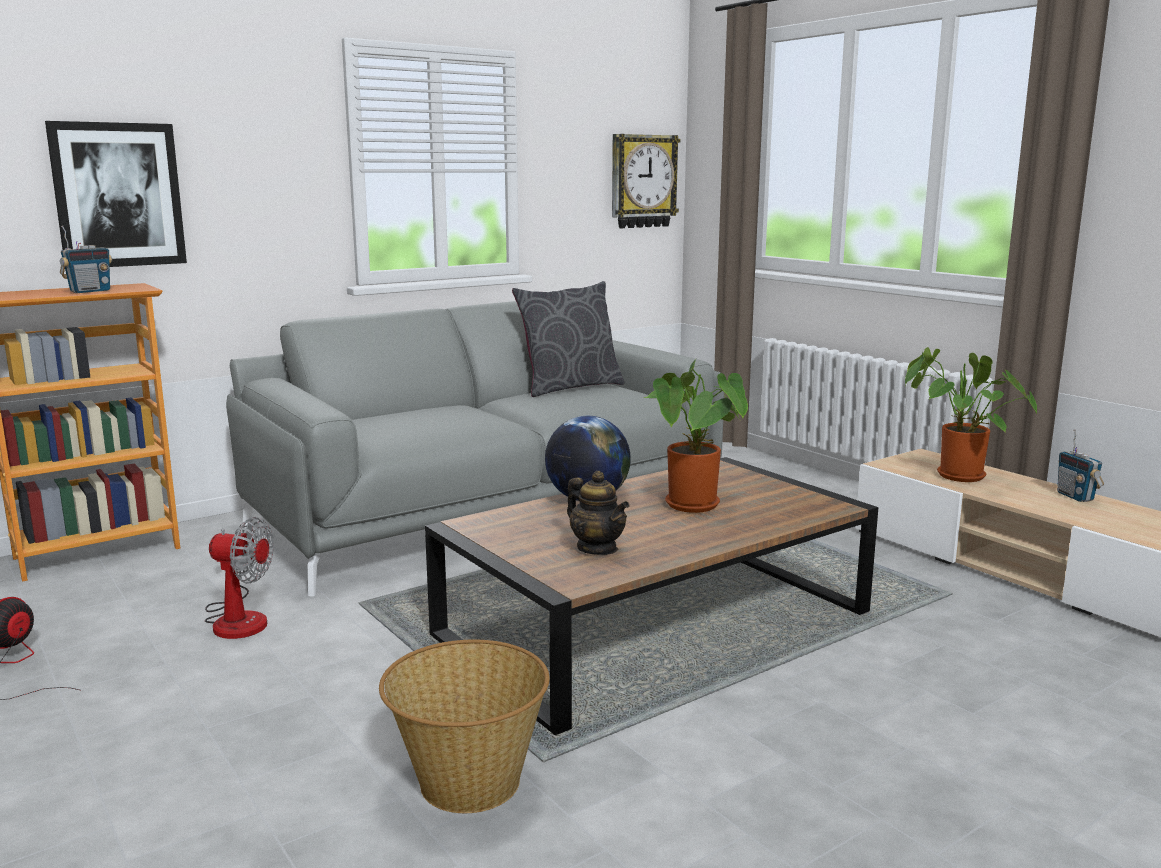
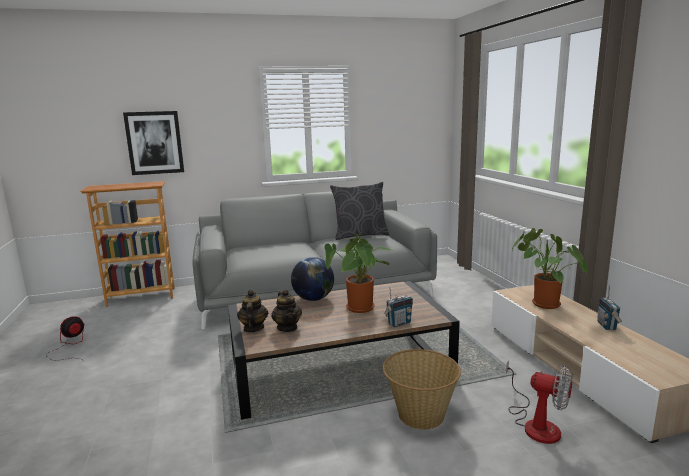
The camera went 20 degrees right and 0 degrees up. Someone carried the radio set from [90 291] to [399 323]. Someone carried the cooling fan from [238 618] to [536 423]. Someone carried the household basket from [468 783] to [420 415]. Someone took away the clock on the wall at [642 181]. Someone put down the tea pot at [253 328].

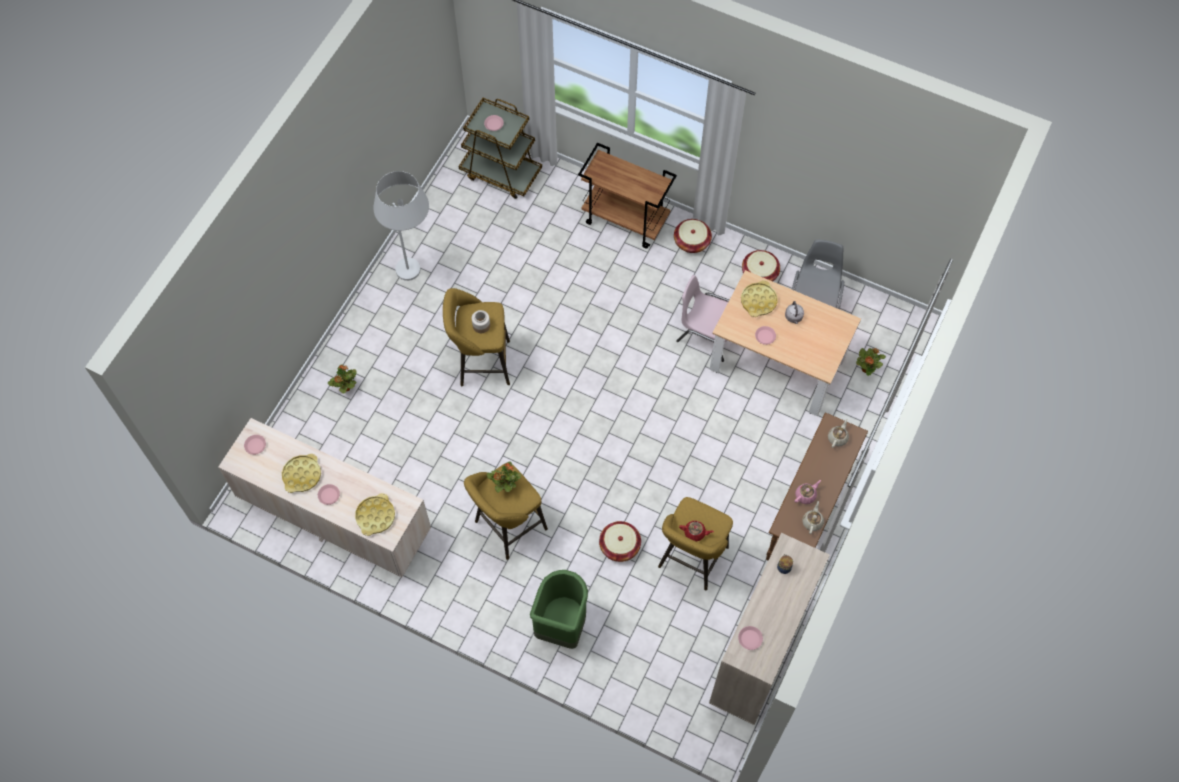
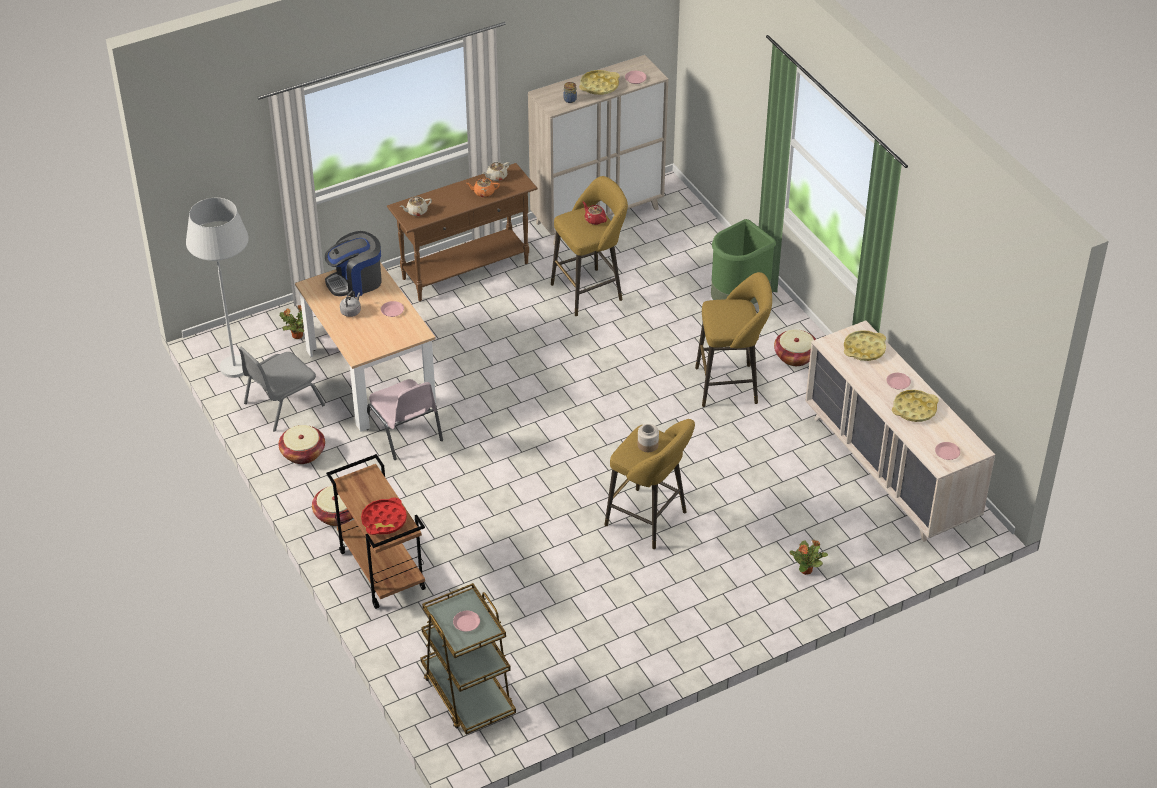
The camera went 145 degrees left and 20 degrees down. Someone carried the standing lamp (white-coloured) from [416 279] to [235 356]. Someone took away the plant in a pot at [505 485]. Someone carried the household basket from [619 545] to [795 356]. Someone carried the tray (yellow-coloured) from [758 301] to [599 86]. Someone repainted the tea pot (pink) at [806 495], which became the tea pot (orange) at [483 192]. Someone put down the coffee machine at [356 282]. Someone put down the tray (reddish) at [384 520].

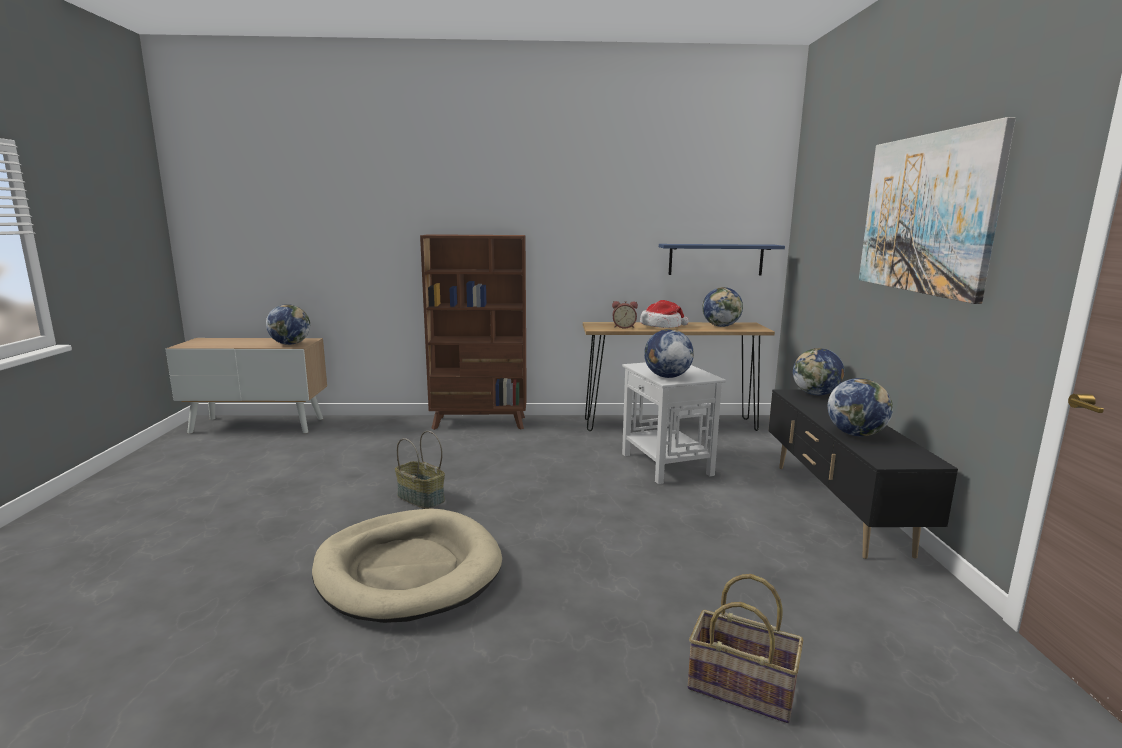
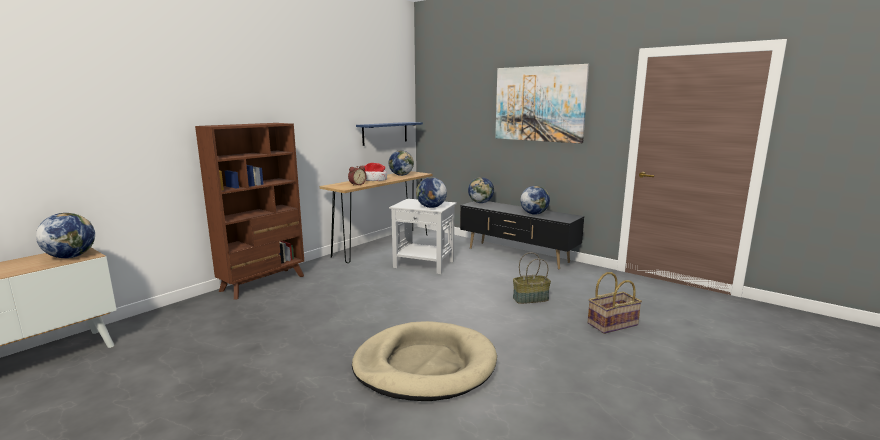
The camera went 50 degrees left and 0 degrees up. Someone carried the household basket from [420 499] to [530 299].

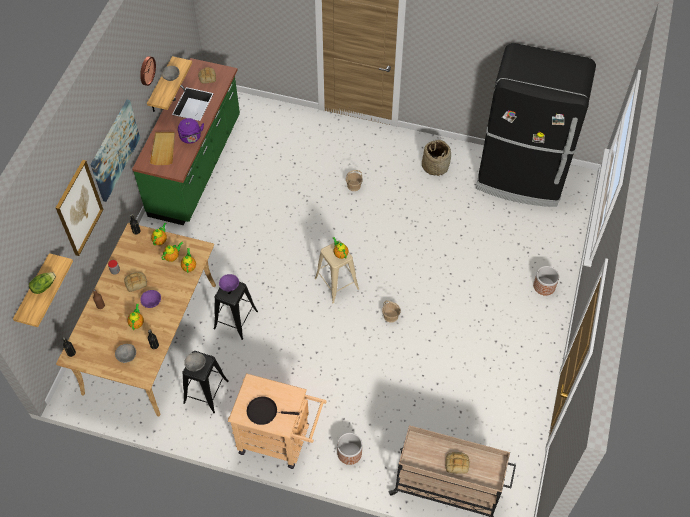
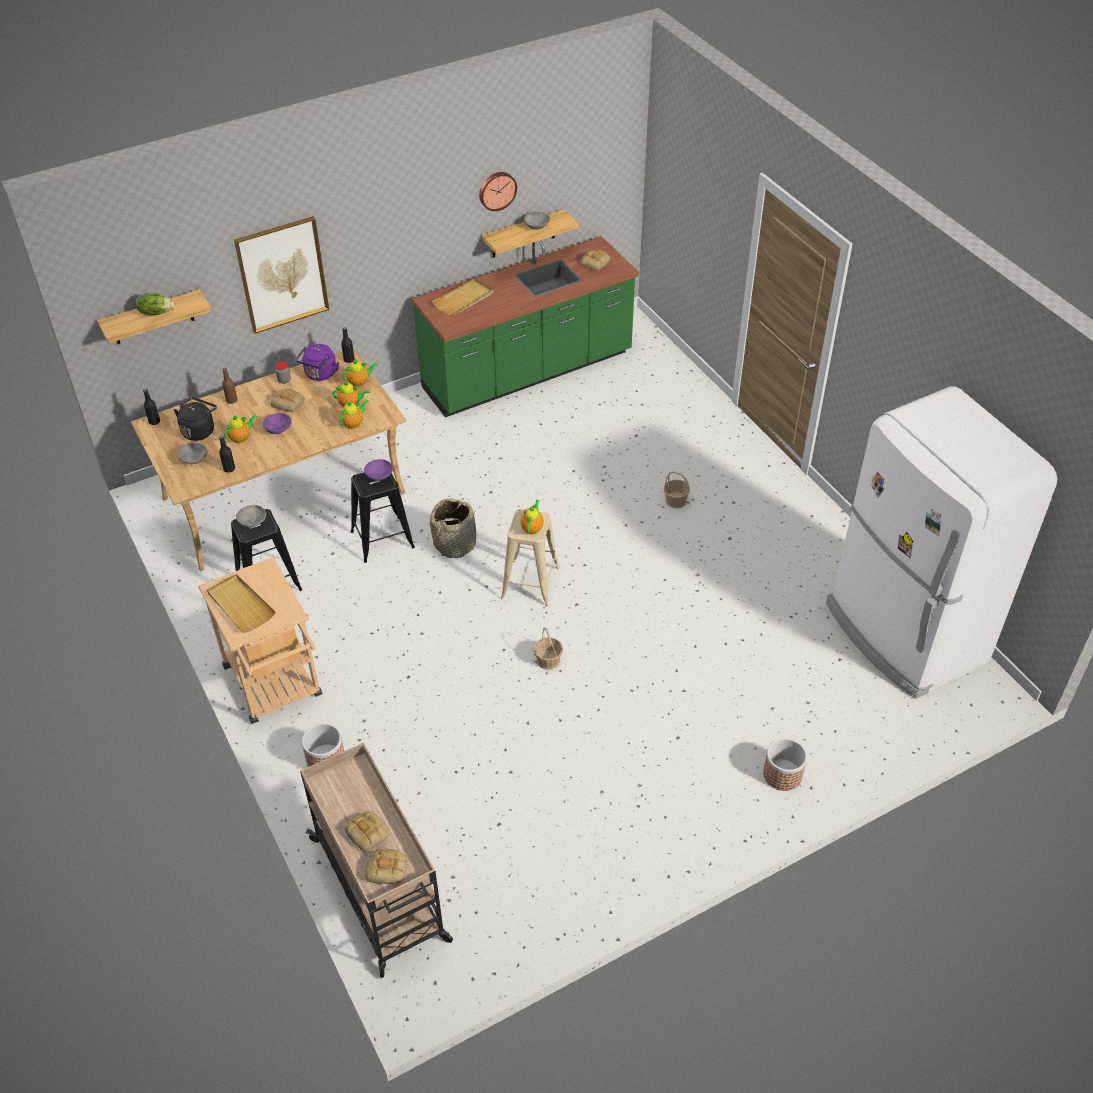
The camera went 45 degrees right and 10 degrees down. Someone took away the picture at [114 150]. Someone carried the water kettle (purple-coloured) from [191 138] to [320 375]. Someone swapped the skillet (black-coloured) at [264 412] for the tray (beige-coloured) at [240 605]. Someone carried the household basket from [435 166] to [455 543]. Someone repainted the fridge (black-coloured) at [521 178], which became the fridge (white-coloured) at [904 634]. Someone put down the water kettle (black-coloured) at [199 430]. Someone put down the bakery bread at [387 868].

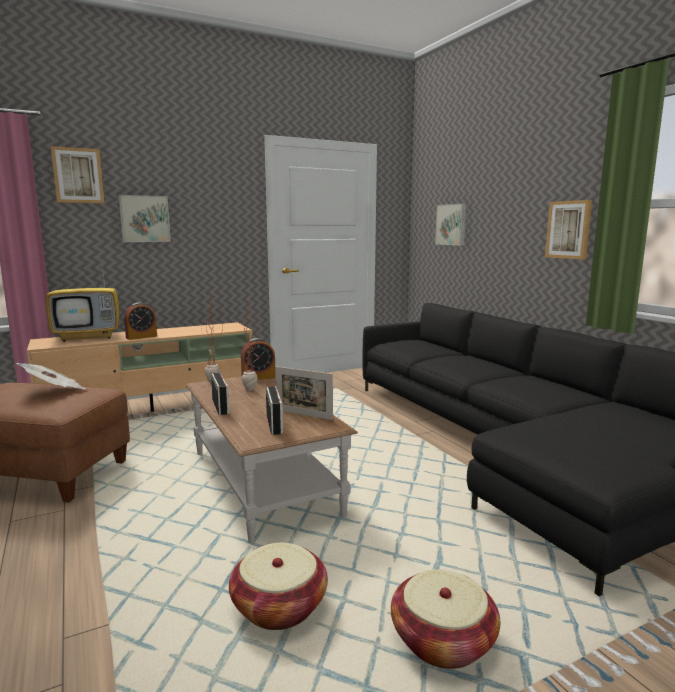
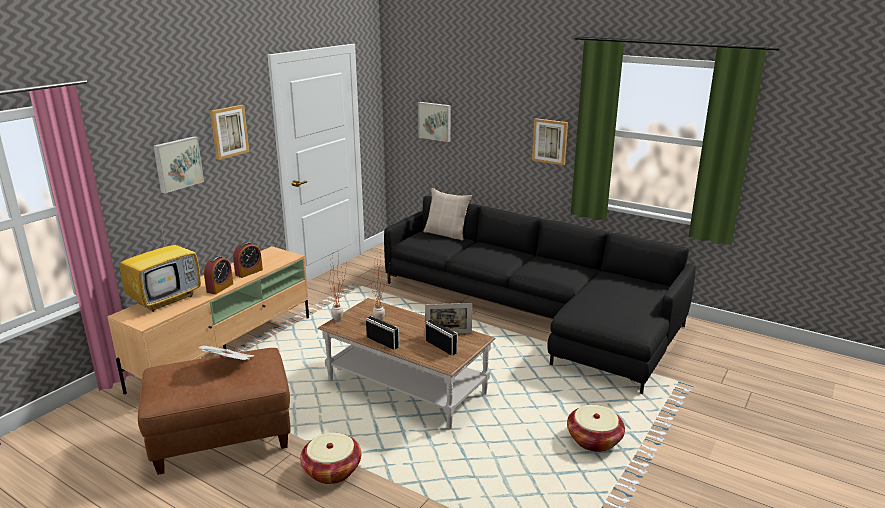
The camera went 30 degrees left and 10 degrees up. Someone carried the picture from [78 175] to [229 131]. Someone carried the household basket from [279 606] to [332 470]. Someone carried the table clock from [258 377] to [249 272]. Someone put down the throw pillow (beige-coloured) at [446 234].

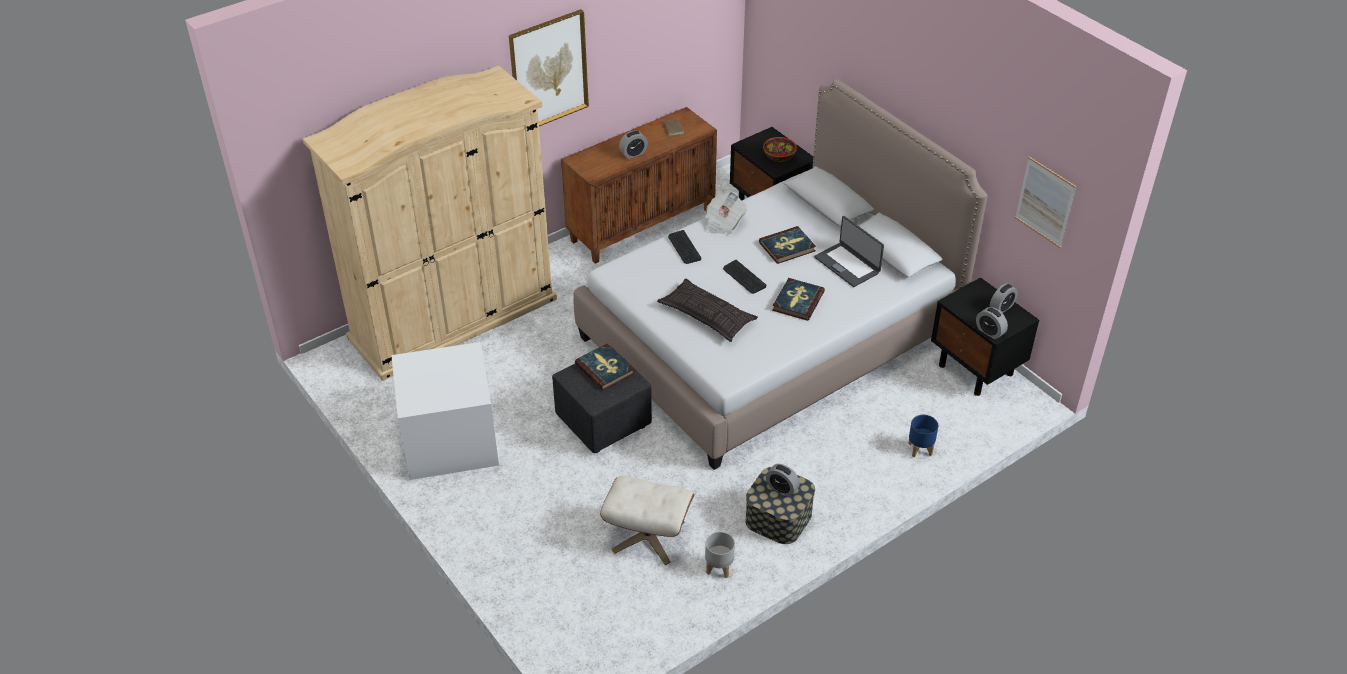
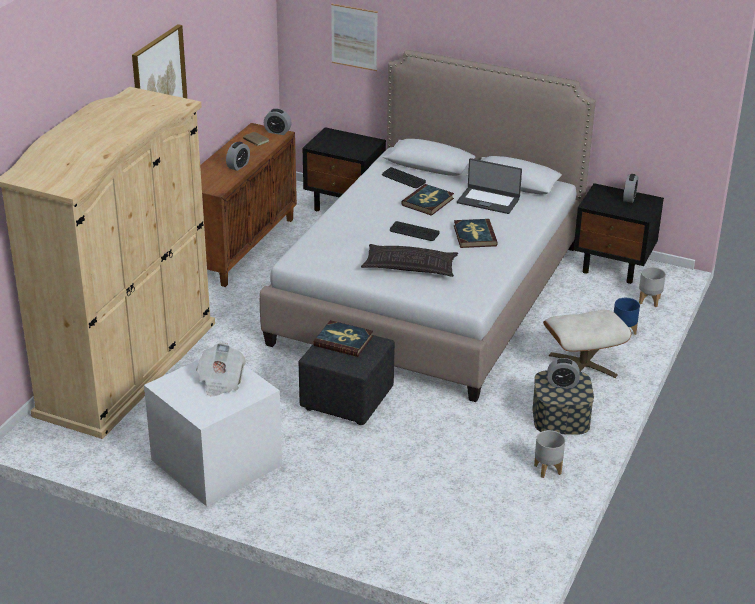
The camera went 30 degrees left and 10 degrees down. Someone carried the footrest (beige-coloured) from [648 536] to [582 365]. Someone carried the keyboard from [684 247] to [403 178]. Someone carried the daily paper from [723 223] to [220 381]. Someone took away the deep dish at [779 156]. Someone carried the table clock from [989 332] to [277 132]. Someone carried the picture from [1045 202] to [354 37]. Someone put down the plant pot (gray) at [649 300].

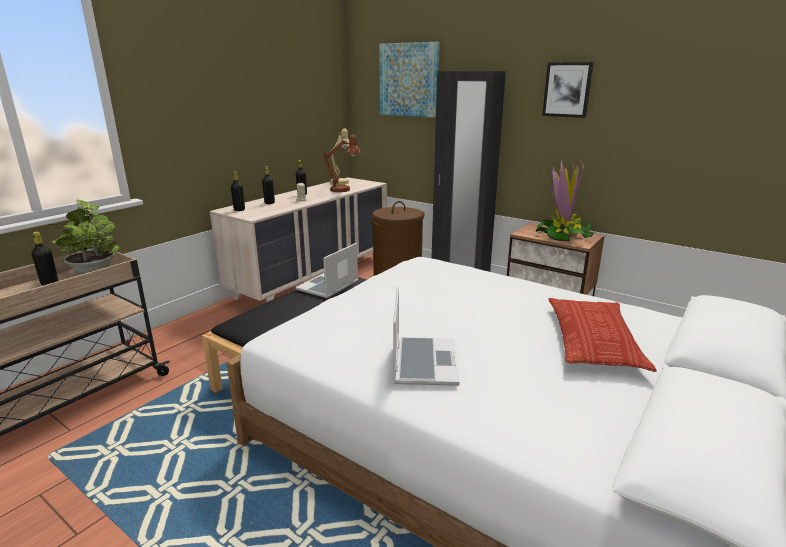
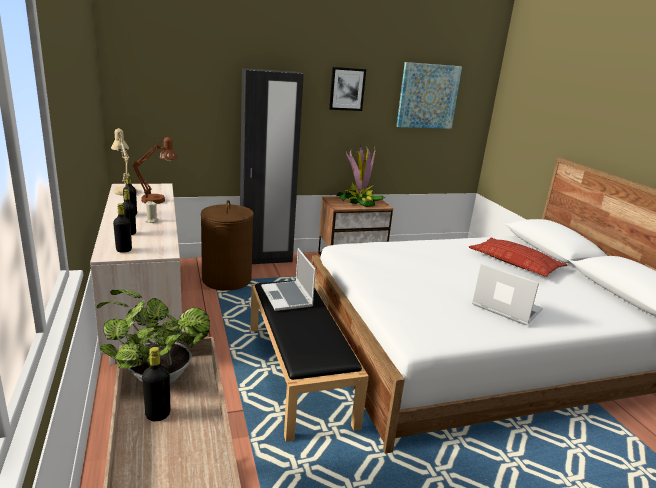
The camera went 55 degrees left and 0 degrees up. Someone carried the picture from [409 80] to [428 96].

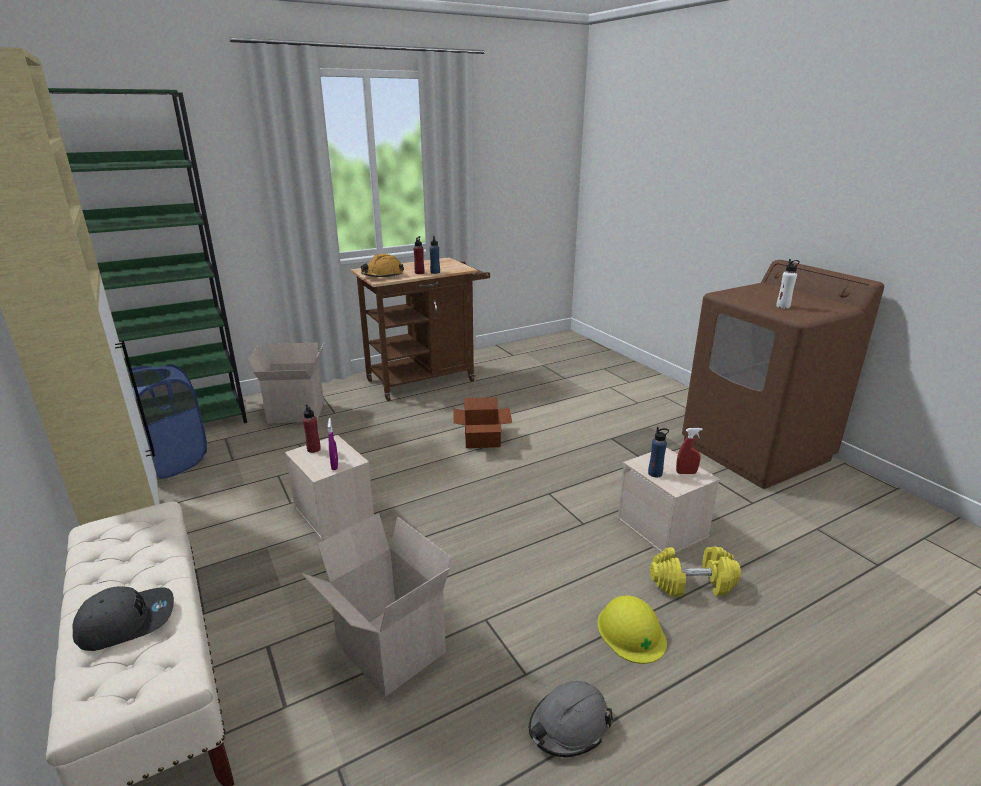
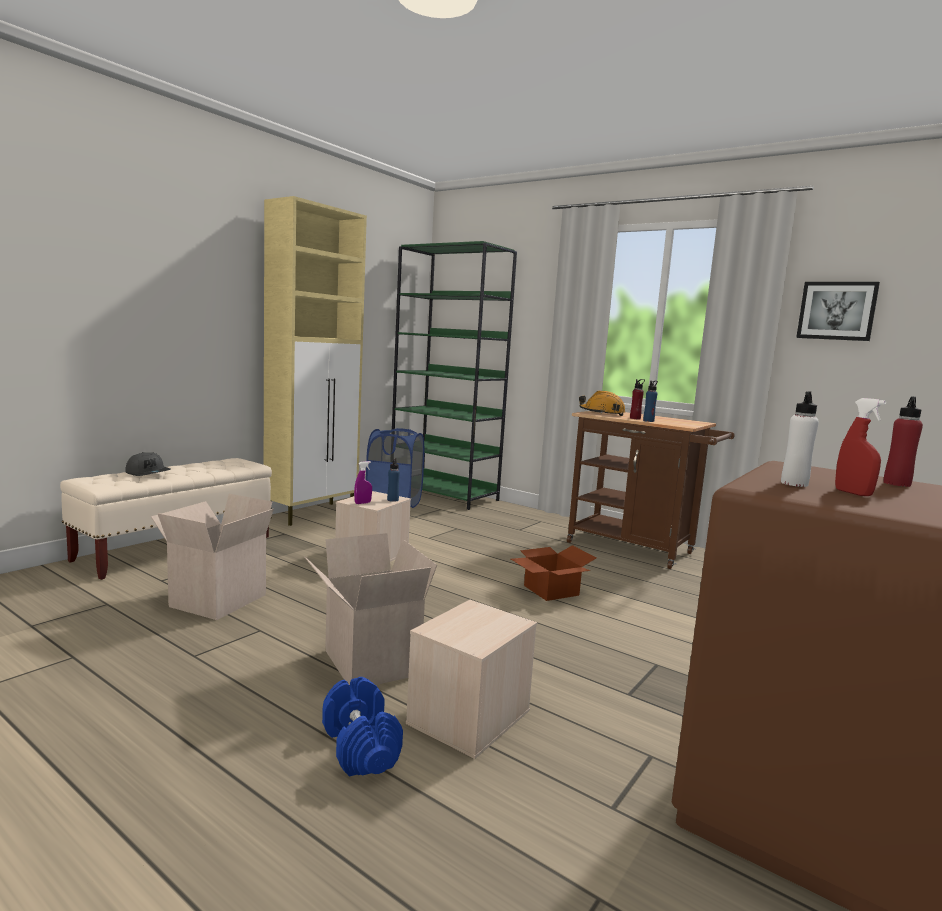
The camera went 65 degrees right and 15 degrees down. Someone carried the cardboard box from [295 414] to [368 662]. Someone carried the bottle (reddish) from [314 449] to [896 484]. Someone took away the safety helmet (gray) at [569 726]. Someone took away the safety helmet (yellow-coloured) at [631 631]. Someone carried the bottle (blue-coloured) from [655 473] to [392 500]. Someone repainted the free weight (yellow-coloured) at [692 583], which became the free weight (blue-coloured) at [361 746]. Someone carried the hand sprayer (reddish) from [686 473] to [853 493]. Someone put up the picture at [837 311].

